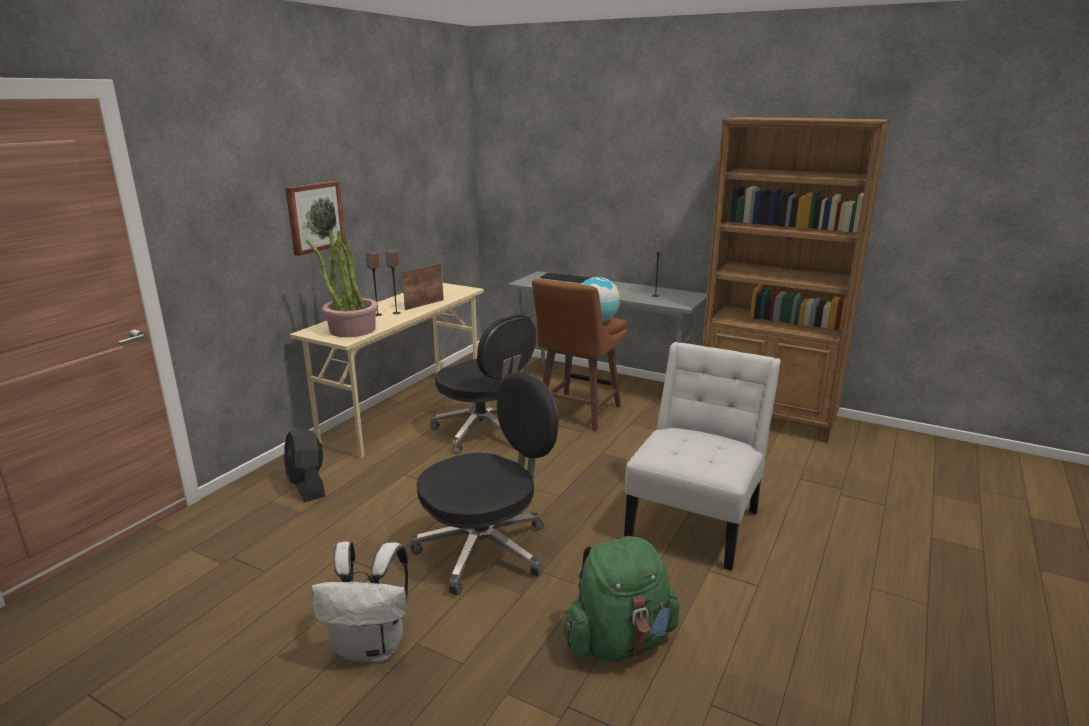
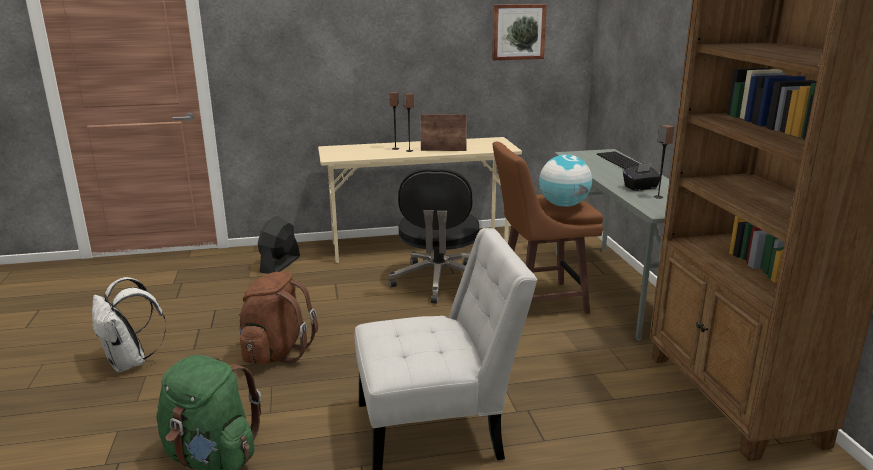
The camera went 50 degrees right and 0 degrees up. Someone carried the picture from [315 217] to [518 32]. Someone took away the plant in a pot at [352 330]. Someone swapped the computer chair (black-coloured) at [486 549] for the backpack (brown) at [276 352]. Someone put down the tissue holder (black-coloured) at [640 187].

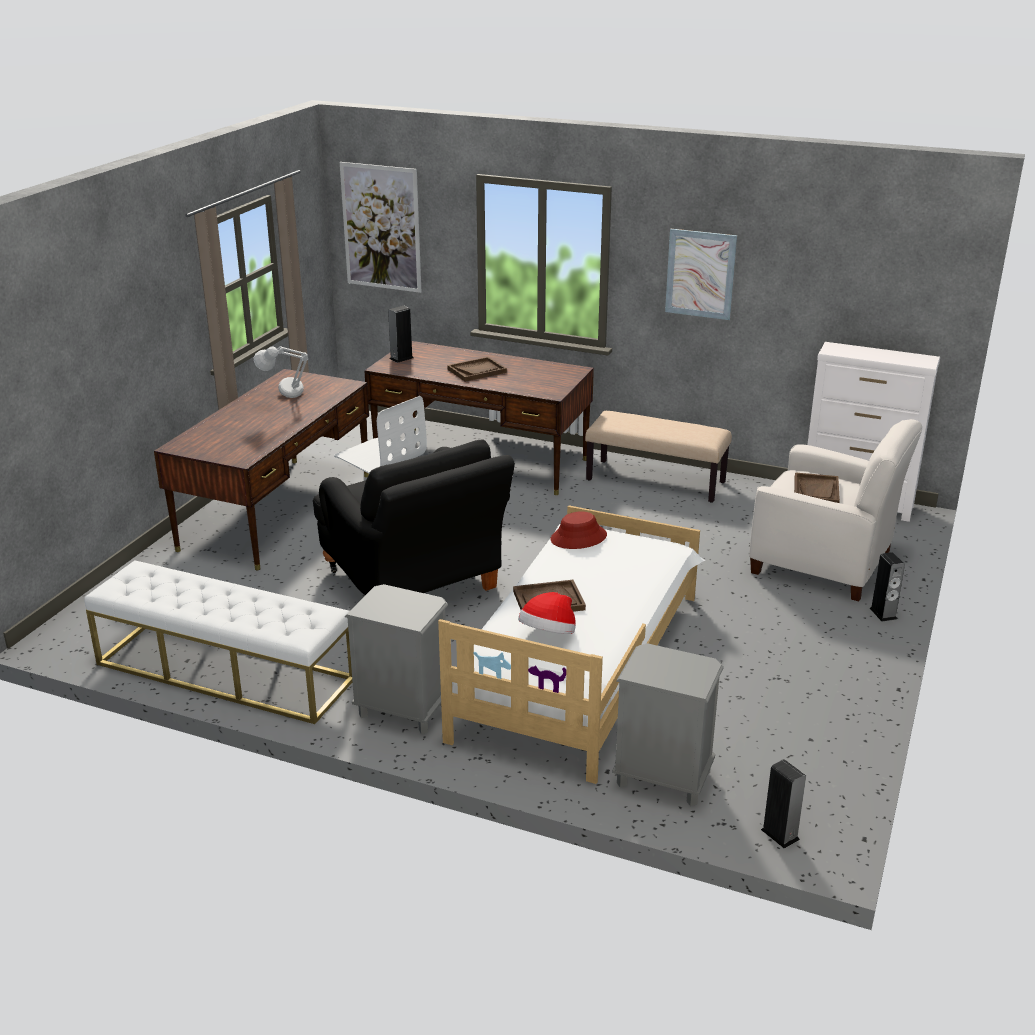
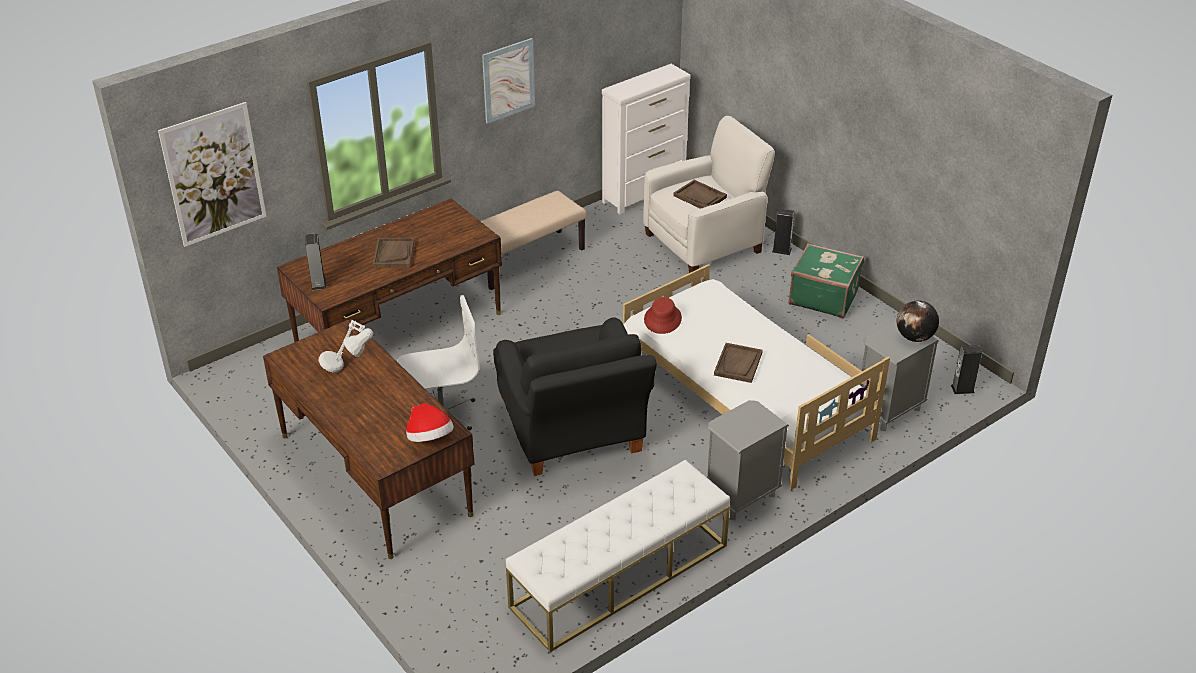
The camera went 60 degrees left and 10 degrees up. Someone rotated the armchair (black-coloured) at [415 584] by 75 degrees clockwise. Someone carried the clothing hat from [548 635] to [430 439]. Someone put down the suitcase (green) at [823 297]. Someone put down the desk globe at [914 337].

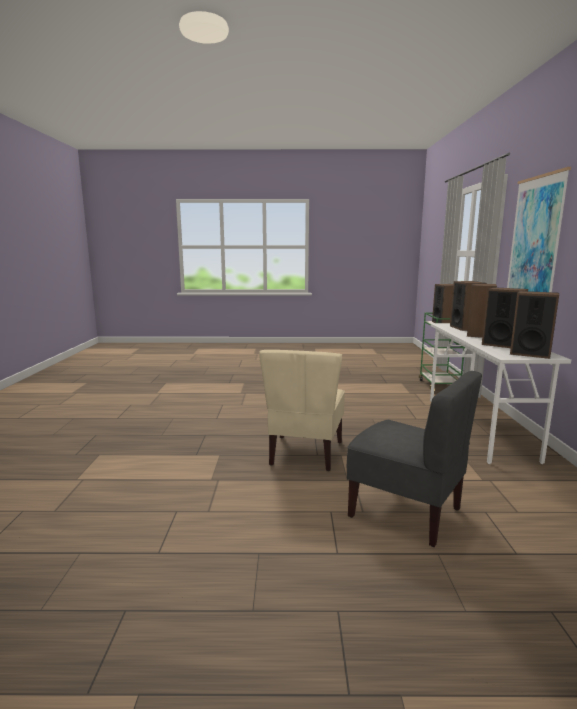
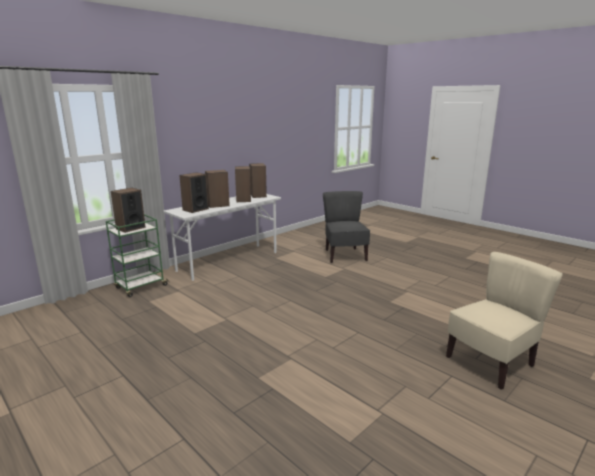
The camera went 135 degrees left and 5 degrees up. Someone carried the upright chair (beige-coloured) from [305 453] to [491 362]. Someone took away the picture at [534 244].

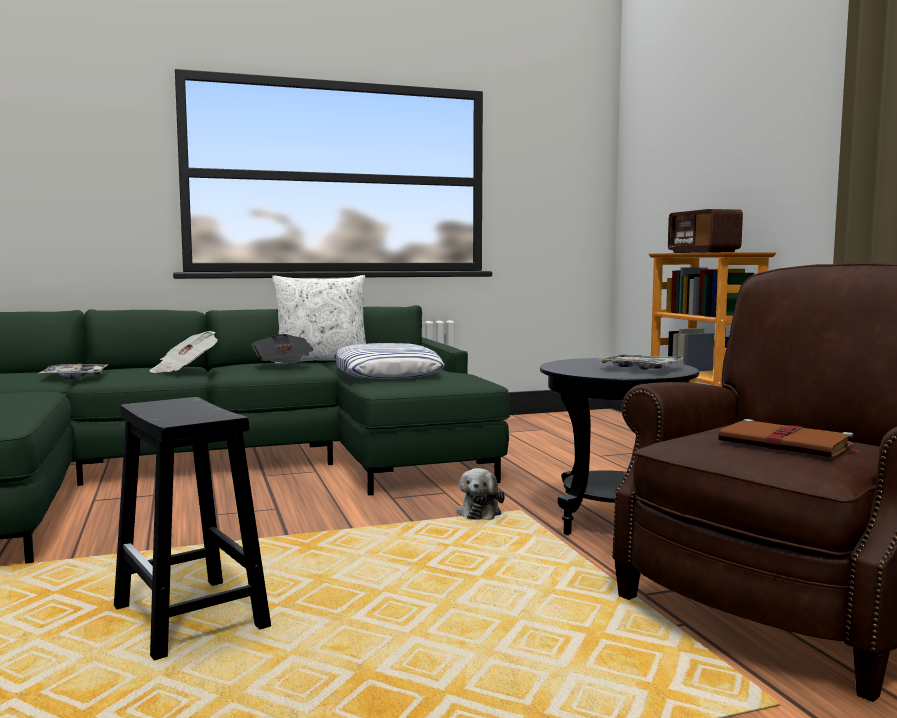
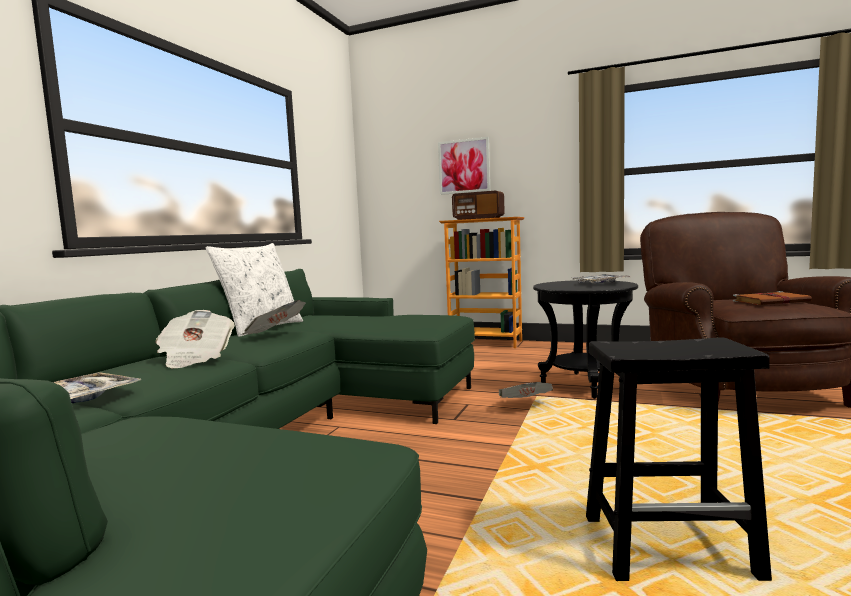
The camera went 50 degrees left and 0 degrees up. Someone took away the throw pillow at [387 372]. Someone swapped the cuddly toy at [480 513] for the daily paper at [525 406]. Someone put up the picture at [464 166].

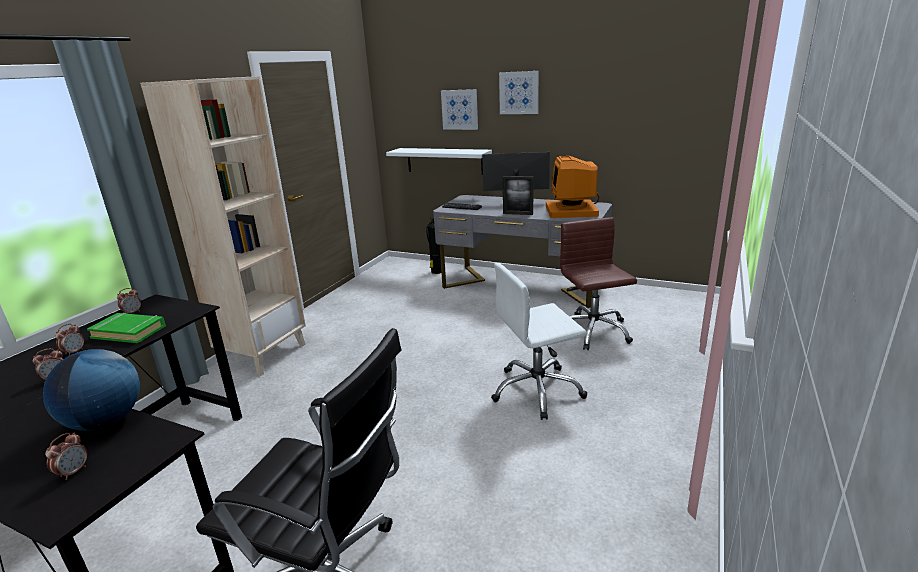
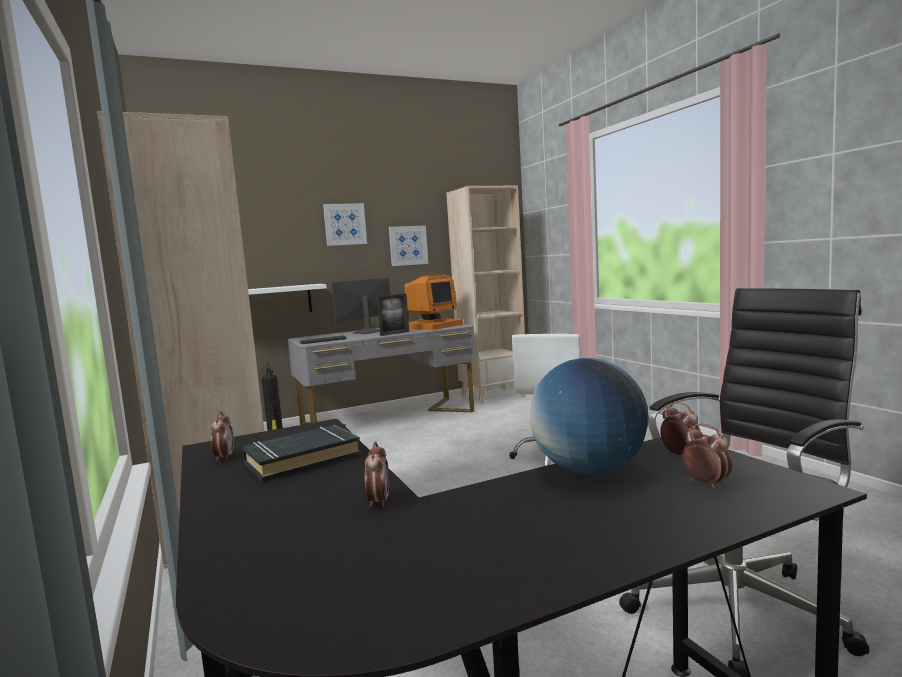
The camera went 50 degrees left and 15 degrees down. Someone carried the table clock from [74 352] to [680 455]. Someone repainted the volume (green) at [129 332], which became the volume (black-coloured) at [302 459]. Someone carried the picture from [460 109] to [408 245]. Someone rotated the computer display at [572 211] by 90 degrees counterclockwise. Someone took away the computer chair (brown) at [592 331]. Someone put down the bookcase (beige-coloured) at [493 396].

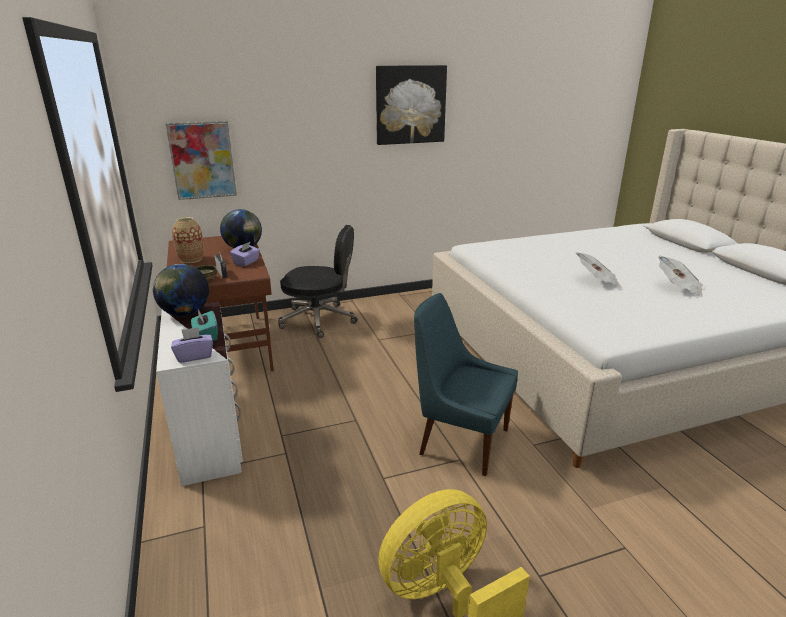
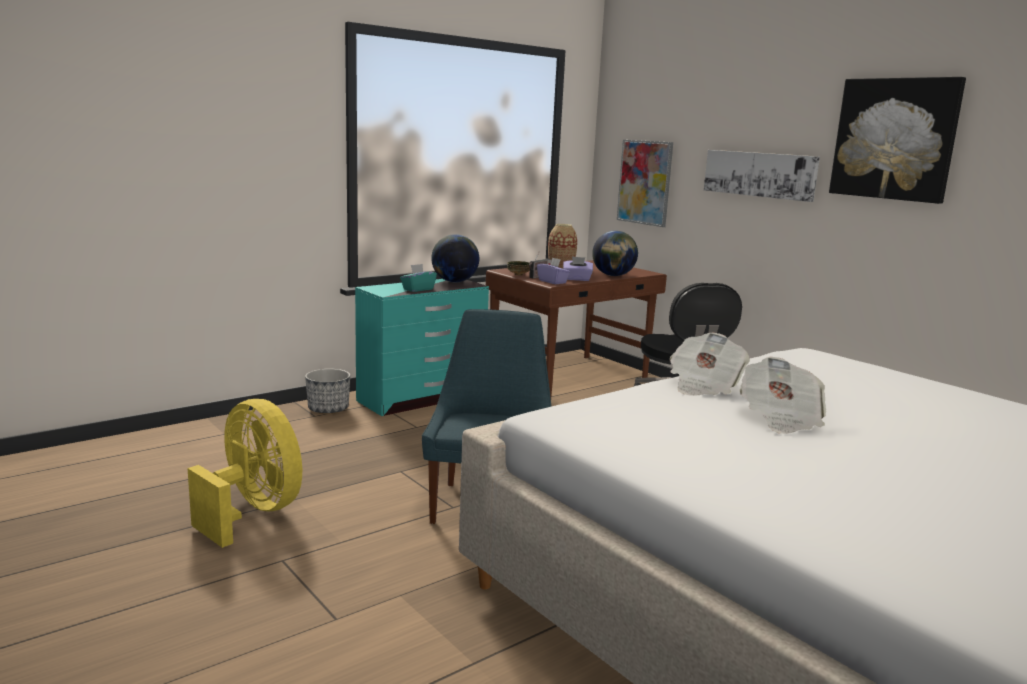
The camera went 70 degrees right and 10 degrees down. Someone repainted the drawer chest (white-coloured) at [211 437], which became the drawer chest (turquoise) at [423 398]. Someone carried the tissue holder (purple-coloured) from [194 356] to [552 282]. Someone carried the daily paper from [678 288] to [704 385]. Someone put down the plant pot at [328 410]. Someone put up the picture at [759 174].

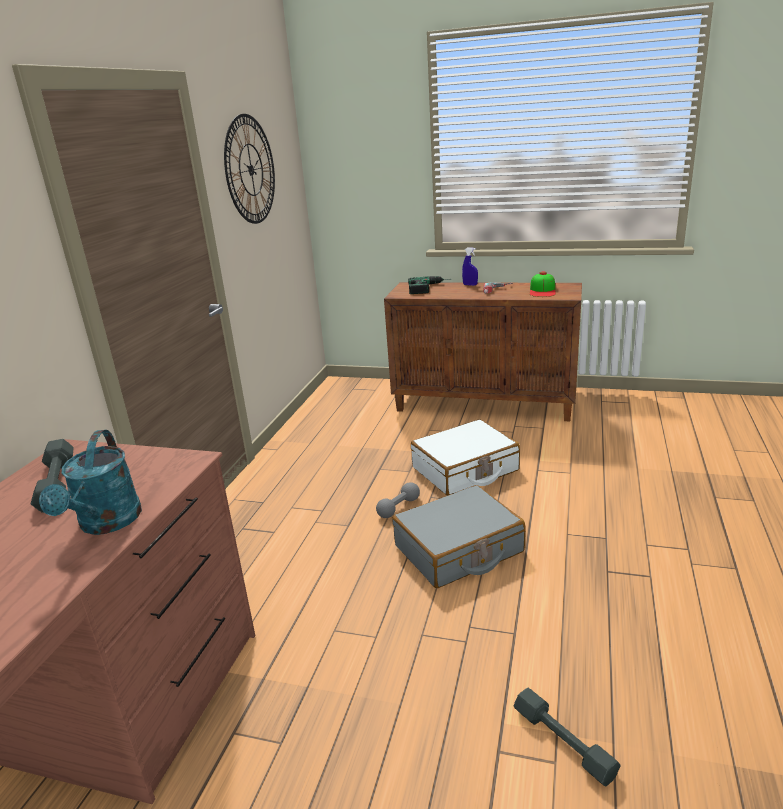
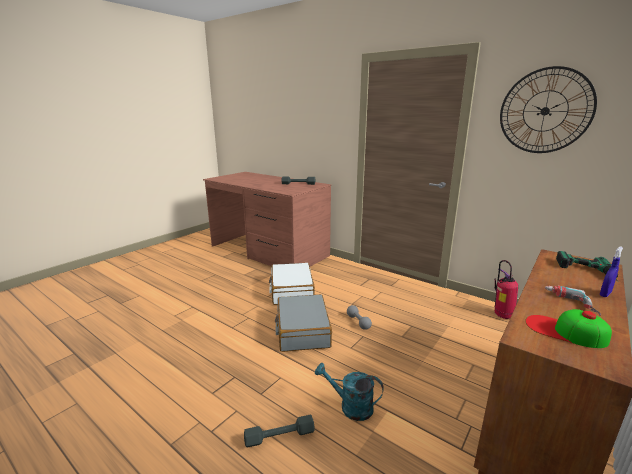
The camera went 110 degrees right and 5 degrees down. Someone carried the sprinkling can (turquoise) from [106 524] to [350 406]. Someone carried the suitcase (white-coloured) from [465 469] to [291 291]. Someone carried the free weight (gray) from [564 742] to [279 436]. Someone put down the fire-fighting cylinder at [501 316].

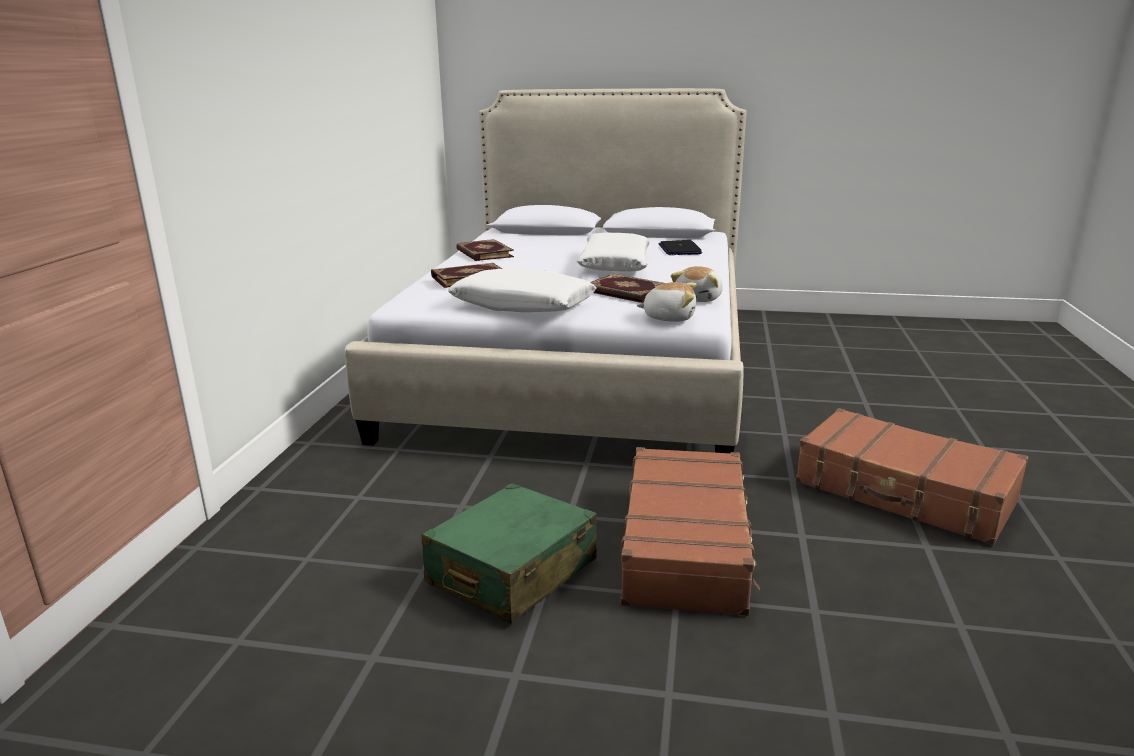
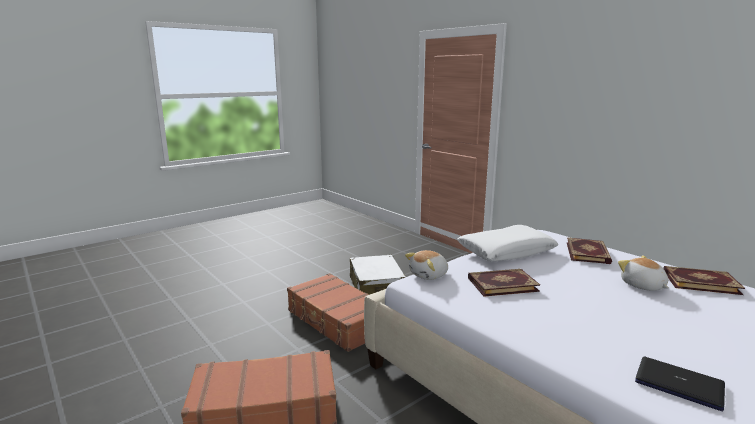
The camera went 130 degrees right and 5 degrees down. Someone repainted the suitcase (green) at [512 572], which became the suitcase (white-coloured) at [376 287]. Someone took away the throw pillow (white-coloured) at [614 264]. Someone carried the cuddly toy from [699 299] to [642 286].

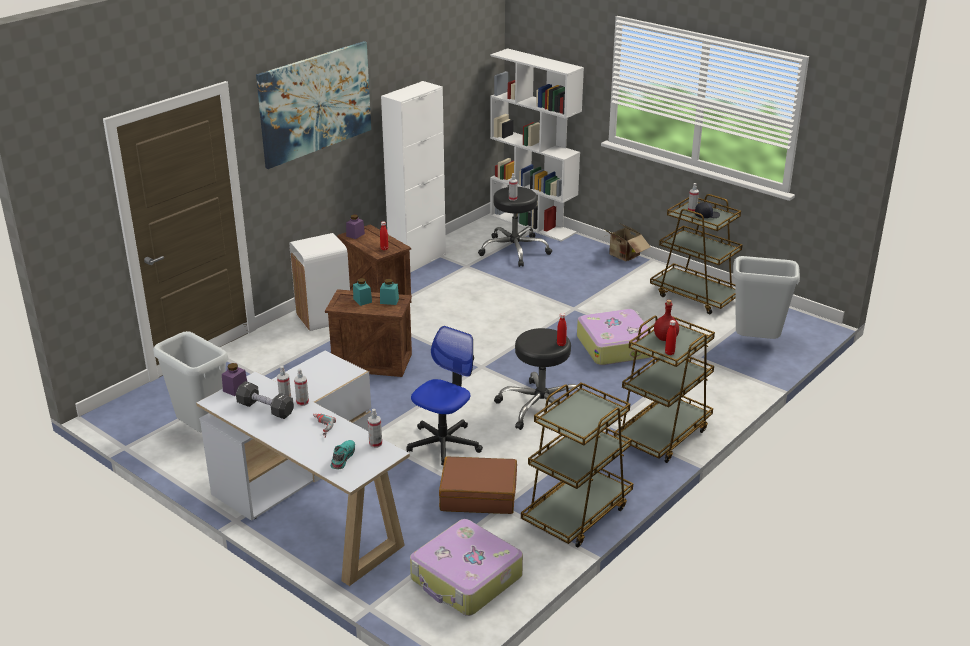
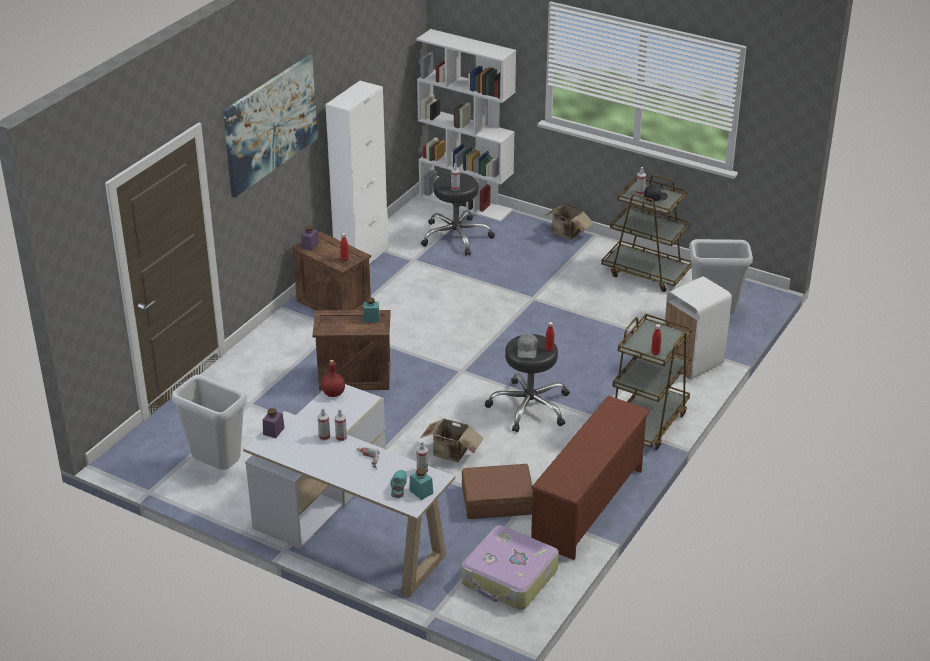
The camera went 10 degrees left and 5 degrees up. Someone took away the free weight (black-coloured) at [265 409]. Someone carried the rubbish bin (white-coloured) from [324 318] to [693 363]. Someone carried the jar (turquoise) from [362 300] to [421 492]. Someone swapped the computer chair at [444 444] for the cardboard box at [451 454]. Someone swapped the trolley (brown) at [576 513] for the shoe stand (brown) at [589 507]. Someone took away the suitcase at [615 346]. Someone carried the bottle (reddish) from [665 338] to [333 394]. Someone put down the baseball cap (gray) at [527 350].

